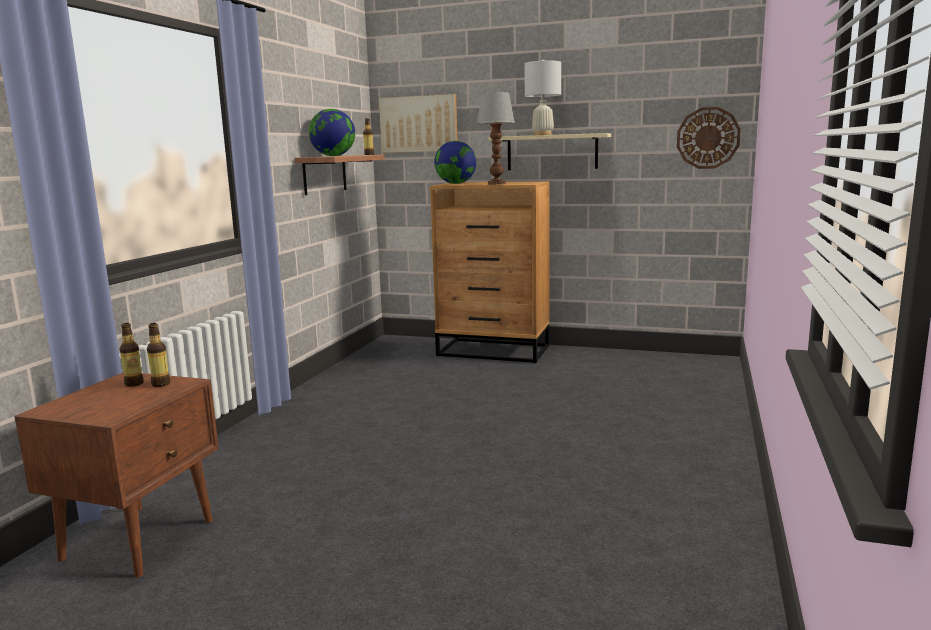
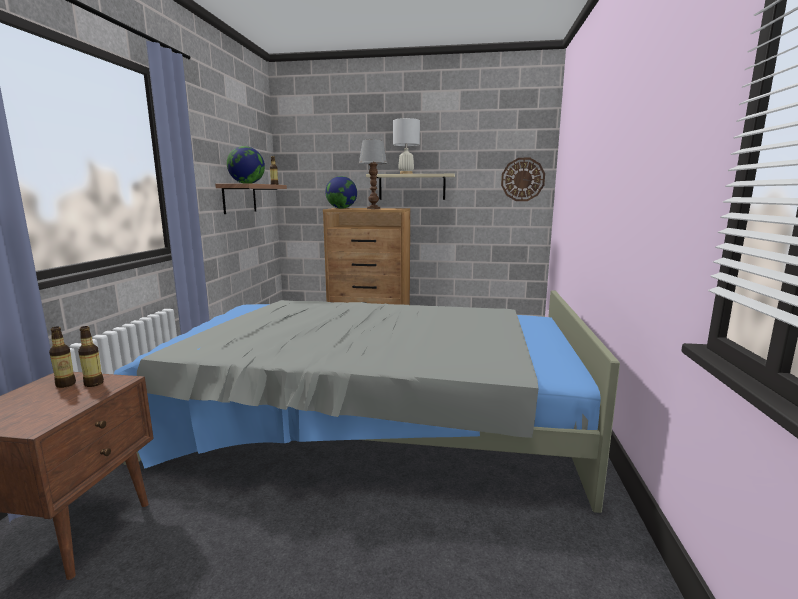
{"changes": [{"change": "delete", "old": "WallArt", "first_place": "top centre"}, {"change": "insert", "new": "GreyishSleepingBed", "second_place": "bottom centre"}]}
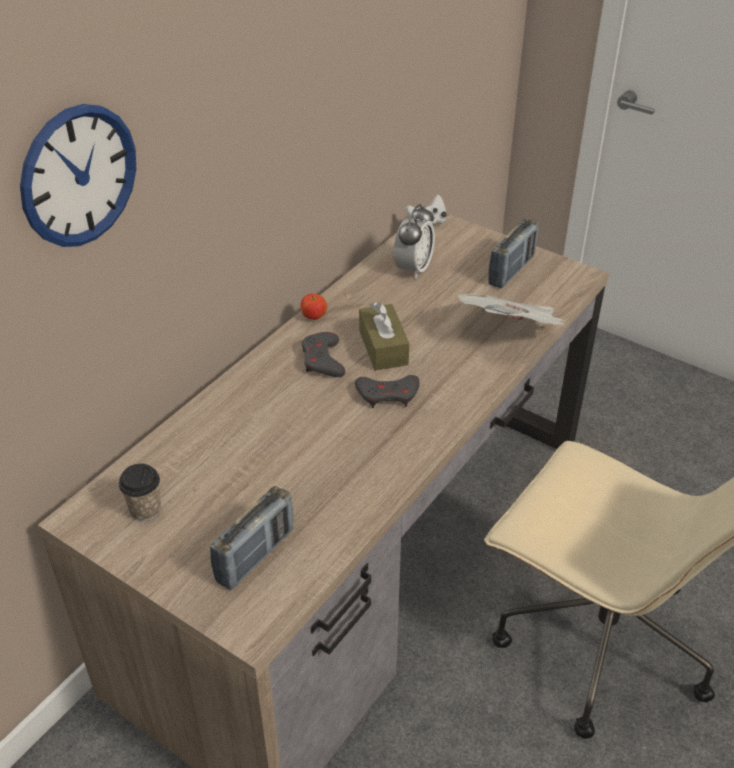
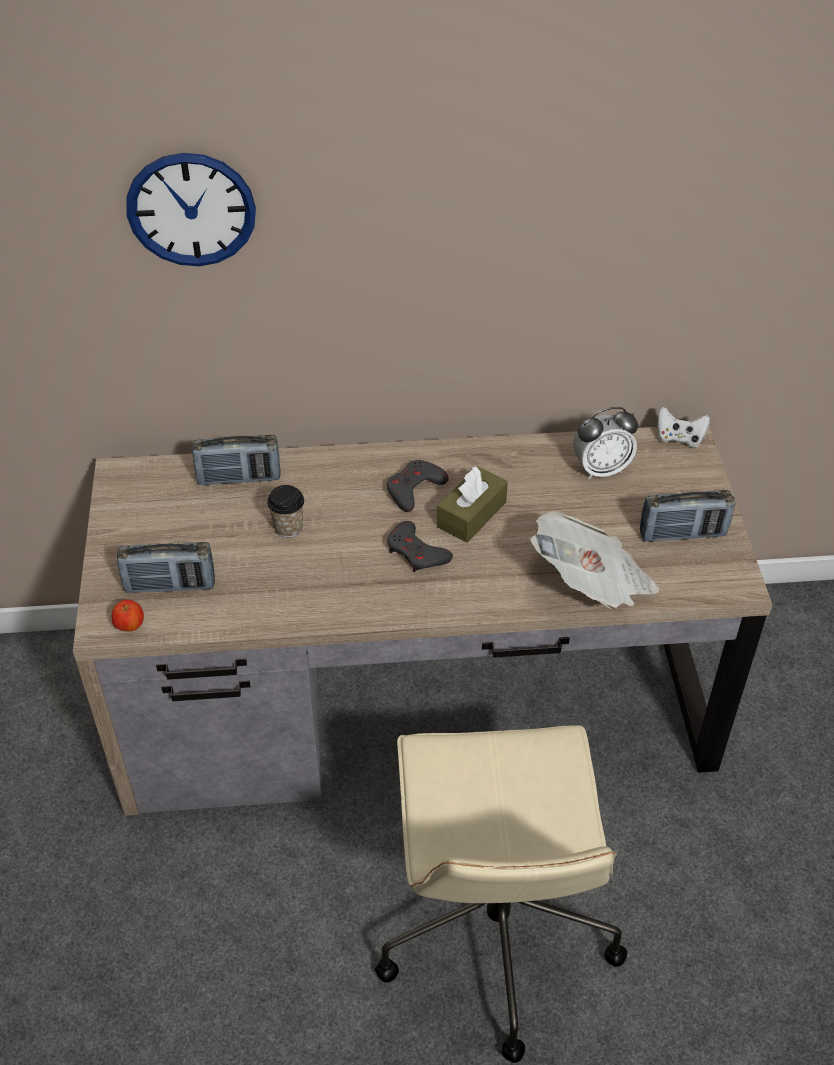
{"changes": [{"change": "insert", "new": "RadioSet (2nd from left)", "second_place": "middle left"}, {"change": "move", "old": "Cup", "first_place": "middle left", "second_place": "centre"}, {"change": "move", "old": "WholeApple", "first_place": "centre", "second_place": "middle left"}]}
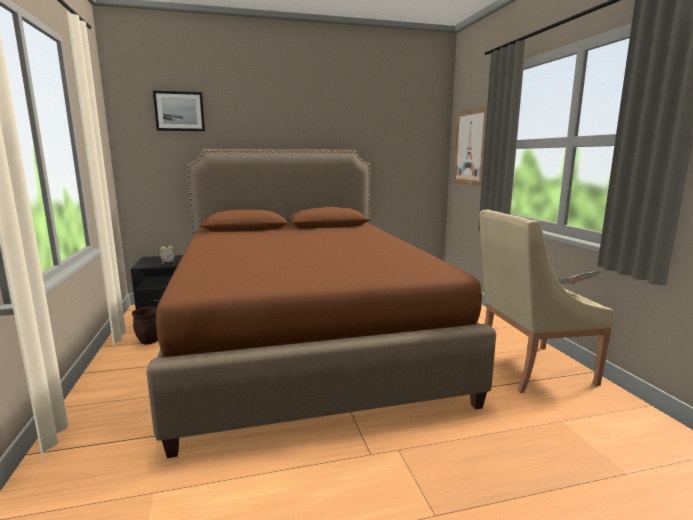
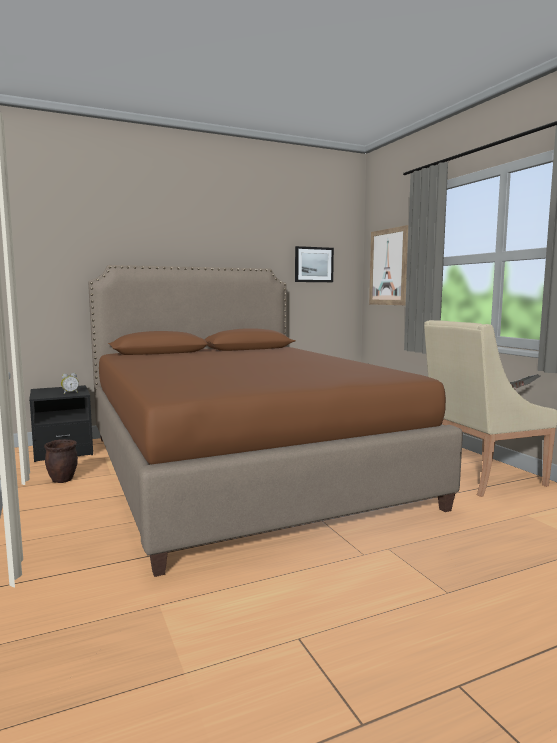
{"changes": [{"change": "move", "old": "WallArt (1st from left)", "first_place": "top left", "second_place": "centre"}]}
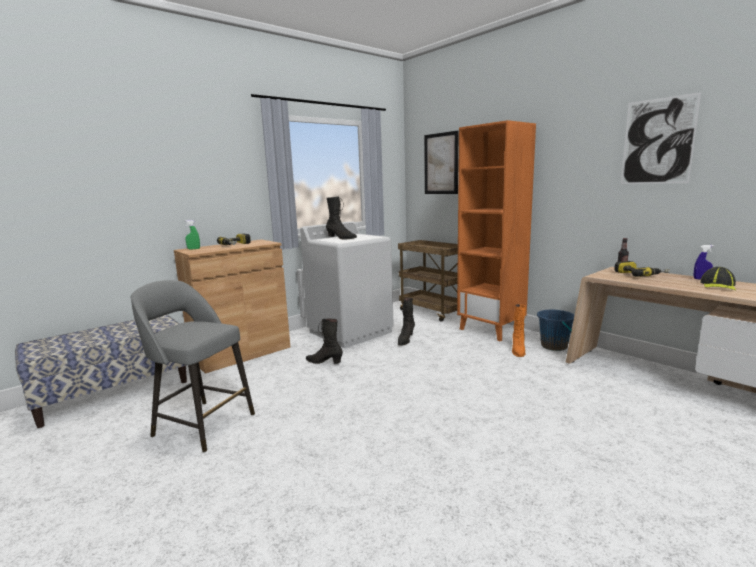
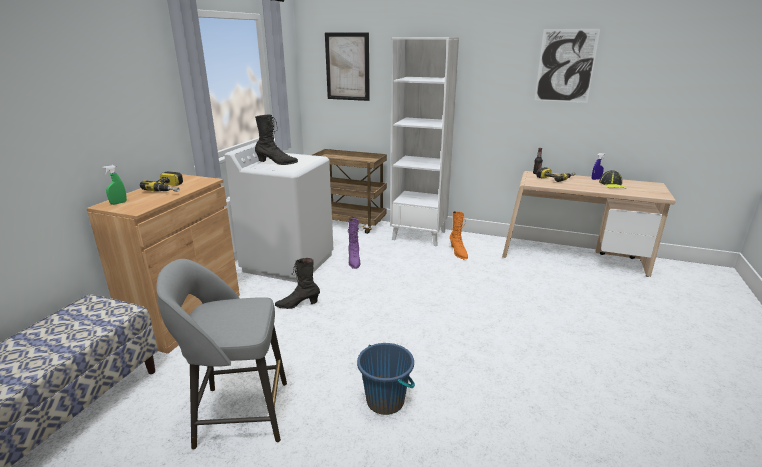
{"changes": [{"change": "move", "old": "BlueColouredBucket", "first_place": "middle right", "second_place": "bottom centre"}, {"change": "recolor", "old": "BlackishTallBoot (3rd from left)", "new": "PurpleColouredTallBoot", "first_place": "centre", "second_place": "centre"}, {"change": "recolor", "old": "OrangeColouredBookcase", "new": "WhiteBookcase", "first_place": "centre", "second_place": "top centre"}]}
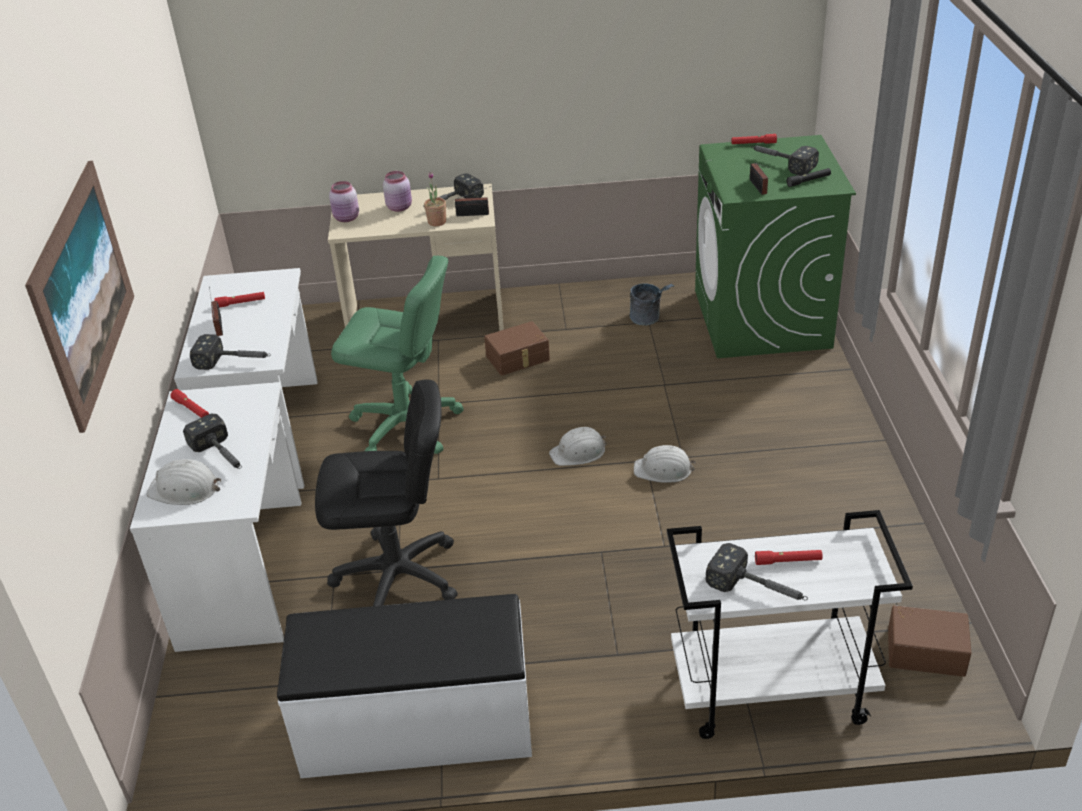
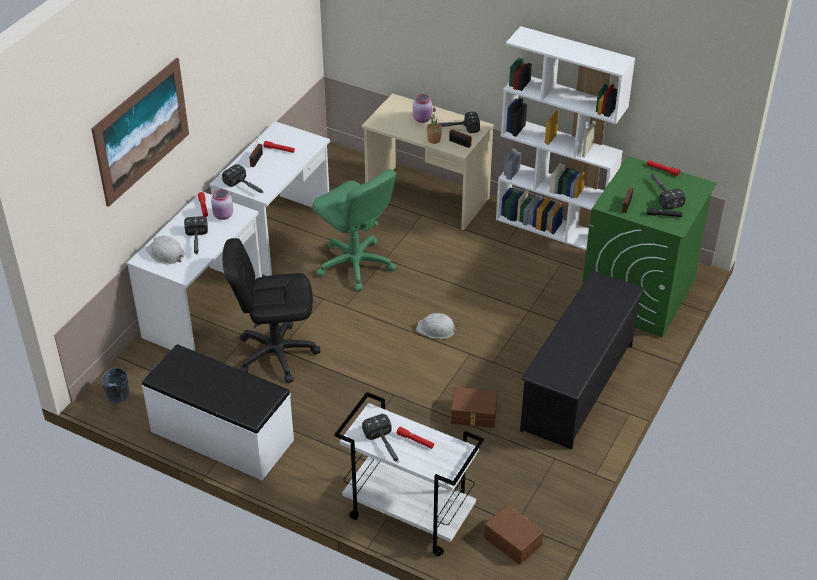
{"changes": [{"change": "delete", "old": "WhiteHardHat (3rd from left)", "first_place": "centre"}, {"change": "insert", "new": "WhiteBookcase", "second_place": "top right"}, {"change": "insert", "new": "BlackishShoeShelf", "second_place": "middle right"}, {"change": "move", "old": "PinkishJar (1st from left)", "first_place": "top left", "second_place": "middle left"}, {"change": "move", "old": "BrownishStorageContainer (1st from left)", "first_place": "centre", "second_place": "bottom centre"}, {"change": "move", "old": "GreyishBucket", "first_place": "centre", "second_place": "middle left"}, {"change": "rotate", "old": "BlackishOfficeChair", "first_place": "centre", "second_place": "middle left", "degrees": 150}]}
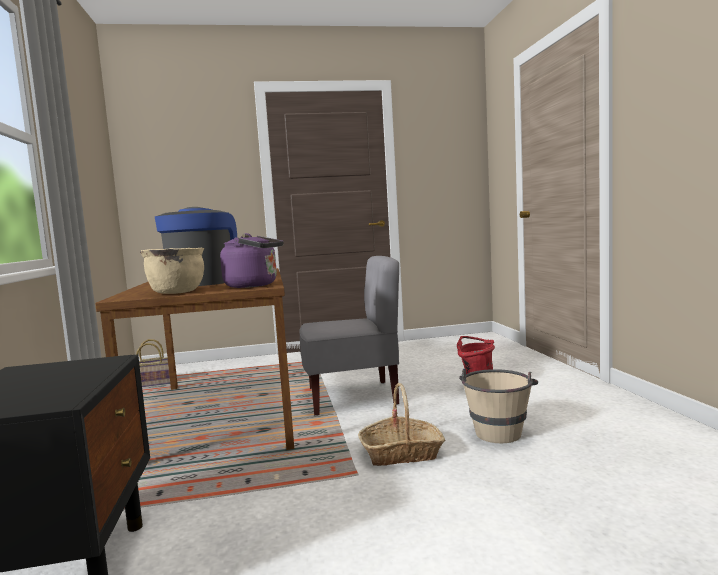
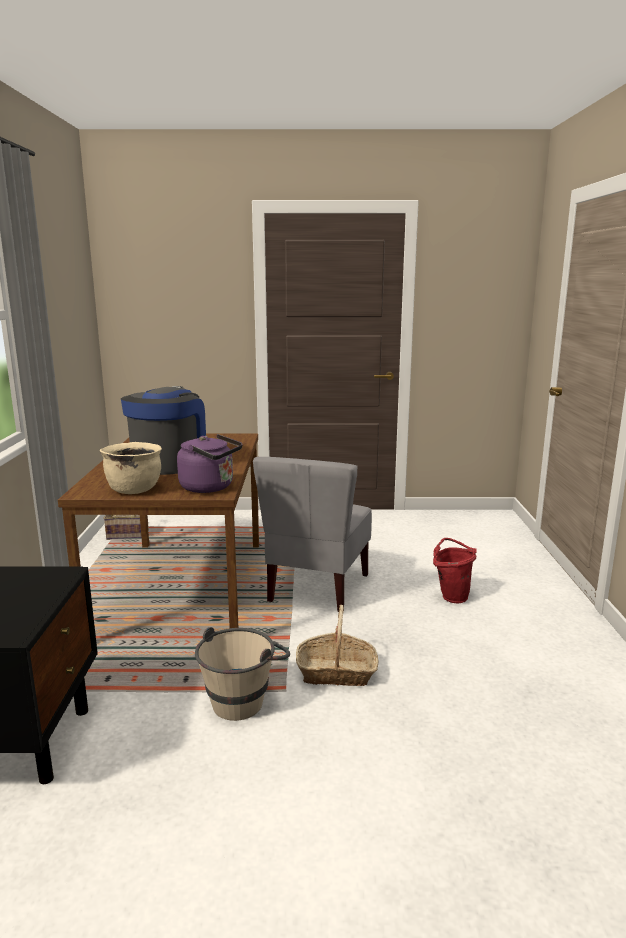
{"changes": [{"change": "move", "old": "BeigeBucket", "first_place": "bottom right", "second_place": "bottom centre"}, {"change": "rotate", "old": "GreyishChair", "first_place": "centre", "second_place": "centre", "degrees": 105}]}
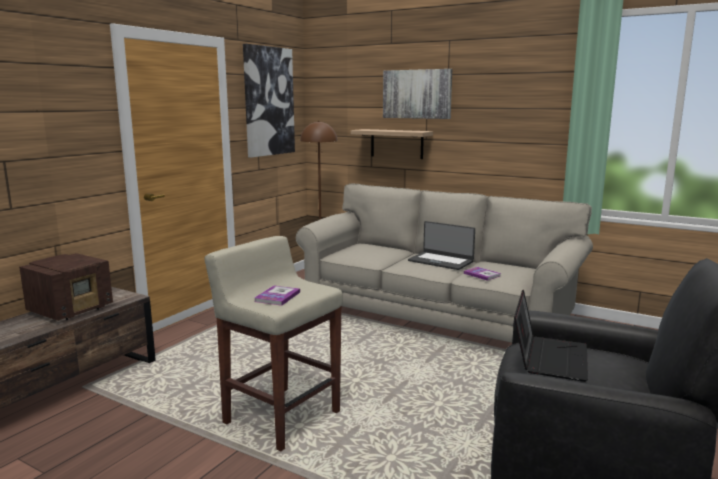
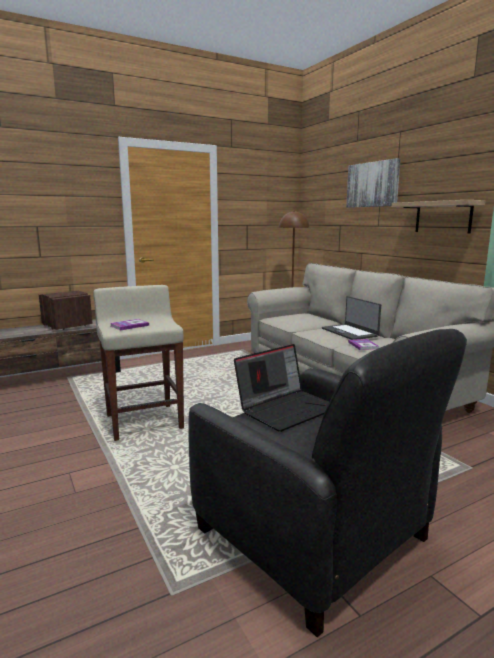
{"changes": [{"change": "delete", "old": "WallArt (1st from left)", "first_place": "top centre"}, {"change": "move", "old": "WallShelf", "first_place": "top centre", "second_place": "top right"}, {"change": "rotate", "old": "RadioSet", "first_place": "middle left", "second_place": "middle left", "degrees": -105}]}
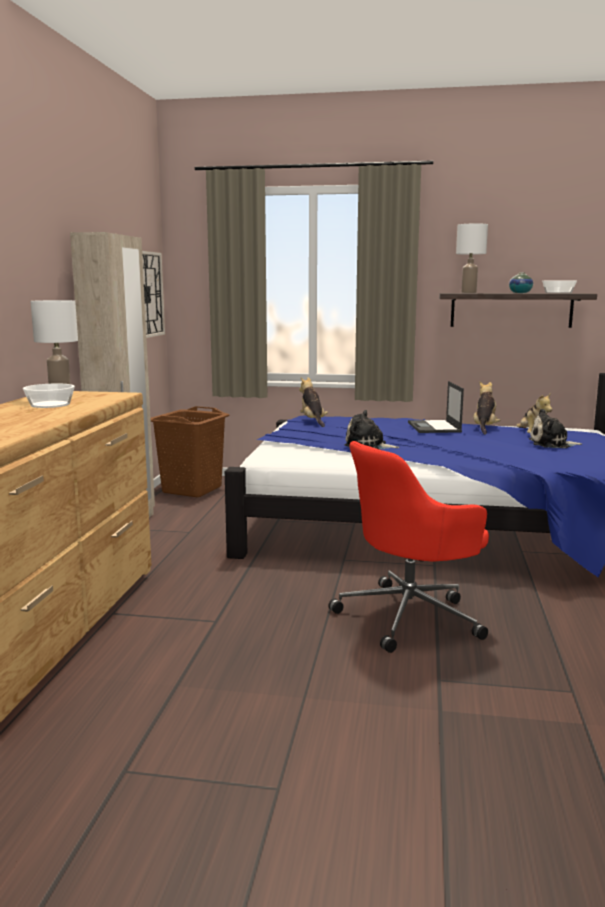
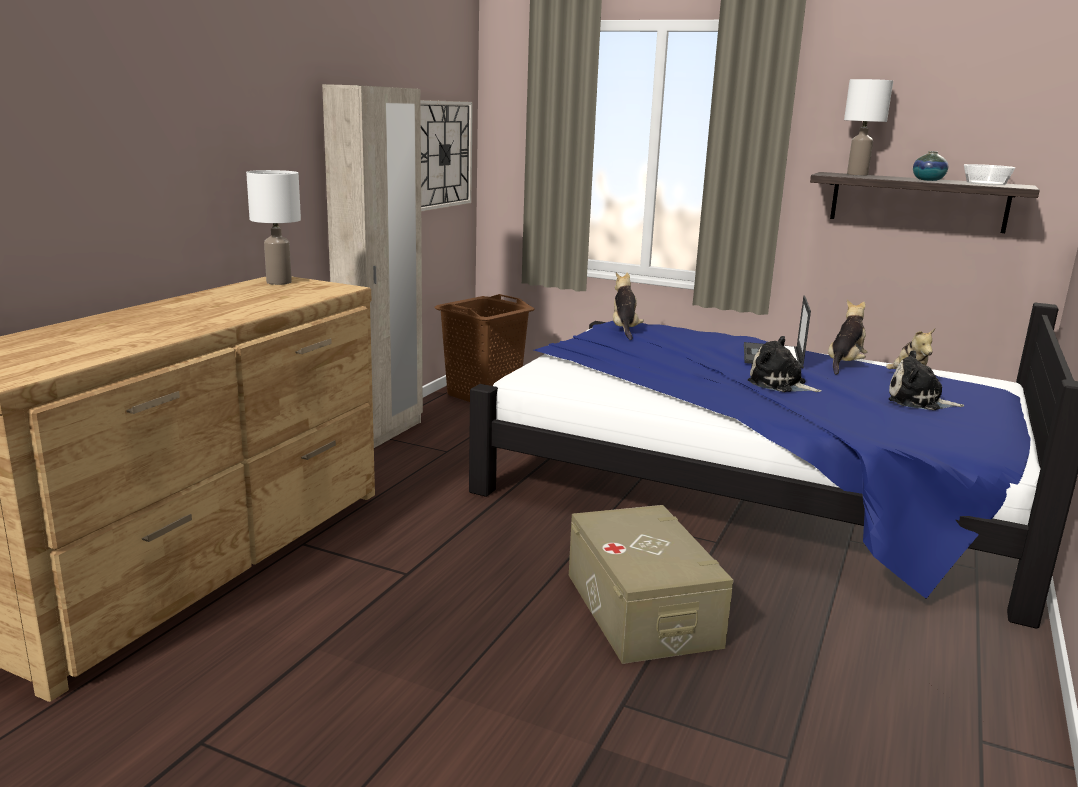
{"changes": [{"change": "delete", "old": "Bowl (1st from left)", "first_place": "middle left"}, {"change": "move", "old": "SoftToy (2nd from left)", "first_place": "centre", "second_place": "middle right"}, {"change": "replace", "old": "RedOfficeChair", "new": "BeigeStorageContainer", "first_place": "middle right", "second_place": "bottom centre"}]}
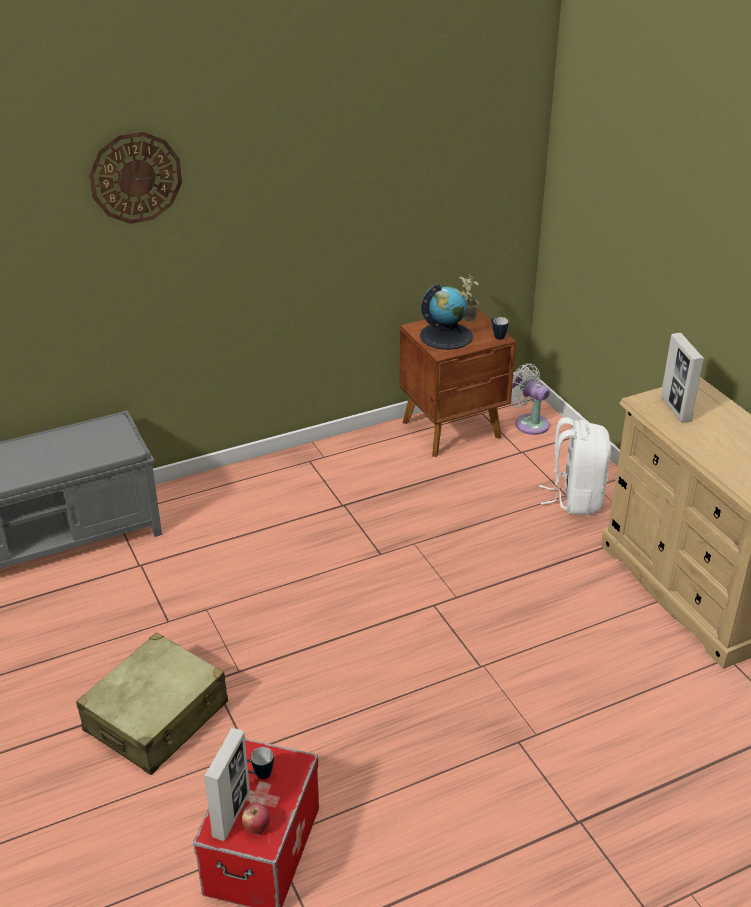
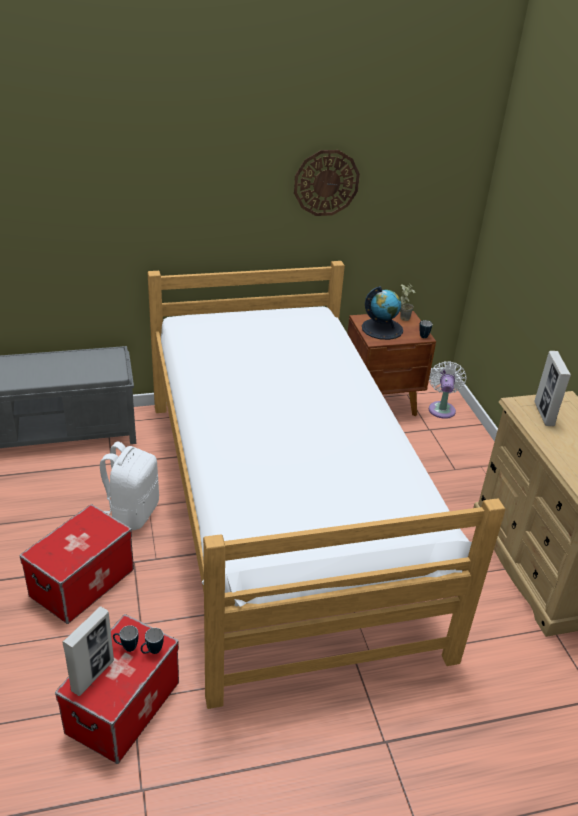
{"changes": [{"change": "delete", "old": "WholeApple", "first_place": "bottom centre"}, {"change": "insert", "new": "Mug (2nd from left)", "second_place": "bottom left"}, {"change": "insert", "new": "SleepingBed", "second_place": "centre"}, {"change": "move", "old": "WallClock", "first_place": "top left", "second_place": "top centre"}, {"change": "move", "old": "WhiteKnapsack", "first_place": "middle right", "second_place": "middle left"}, {"change": "replace", "old": "BeigeTravelCase", "new": "StorageContainer (1st from left)", "first_place": "bottom left", "second_place": "bottom left"}, {"change": "rotate", "old": "WhiteElectricFan", "first_place": "middle right", "second_place": "middle right", "degrees": 45}]}
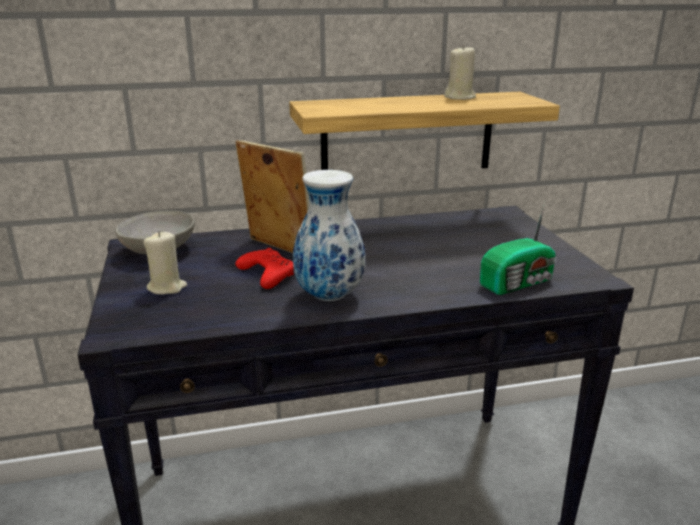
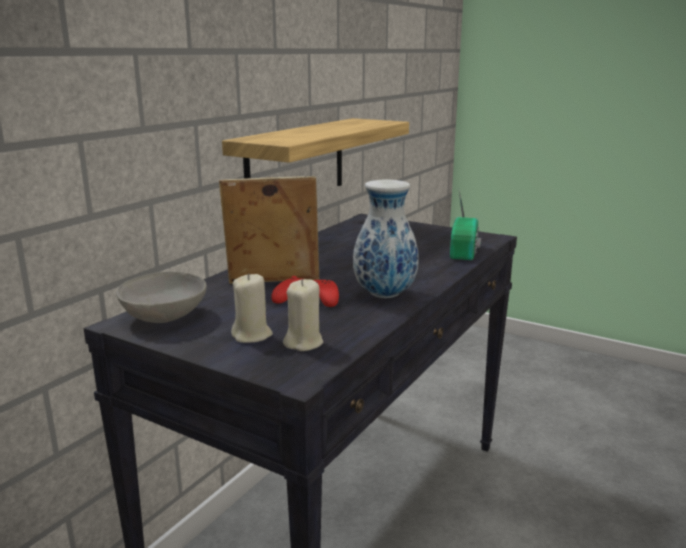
{"changes": [{"change": "move", "old": "BeigeCandle (2nd from left)", "first_place": "top centre", "second_place": "centre"}]}
